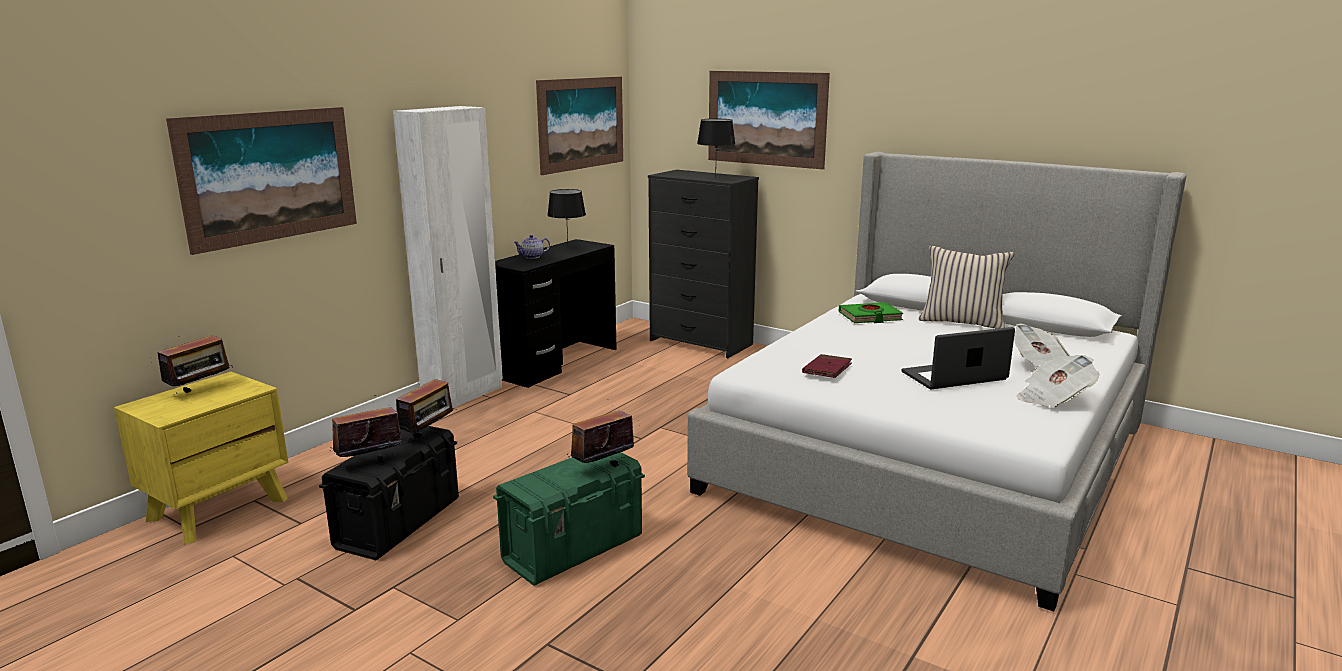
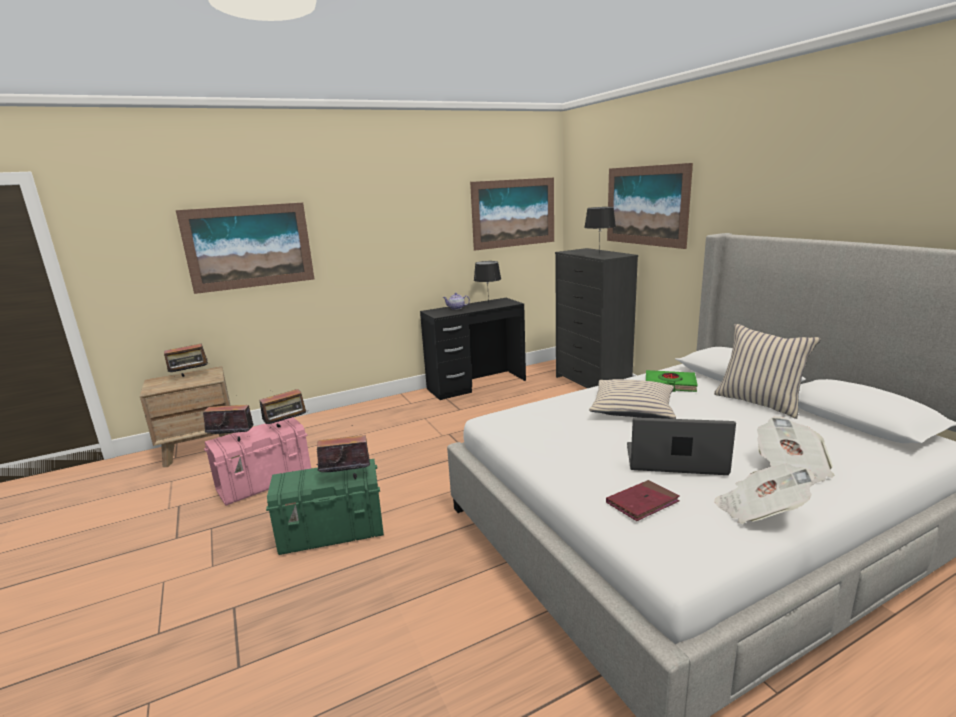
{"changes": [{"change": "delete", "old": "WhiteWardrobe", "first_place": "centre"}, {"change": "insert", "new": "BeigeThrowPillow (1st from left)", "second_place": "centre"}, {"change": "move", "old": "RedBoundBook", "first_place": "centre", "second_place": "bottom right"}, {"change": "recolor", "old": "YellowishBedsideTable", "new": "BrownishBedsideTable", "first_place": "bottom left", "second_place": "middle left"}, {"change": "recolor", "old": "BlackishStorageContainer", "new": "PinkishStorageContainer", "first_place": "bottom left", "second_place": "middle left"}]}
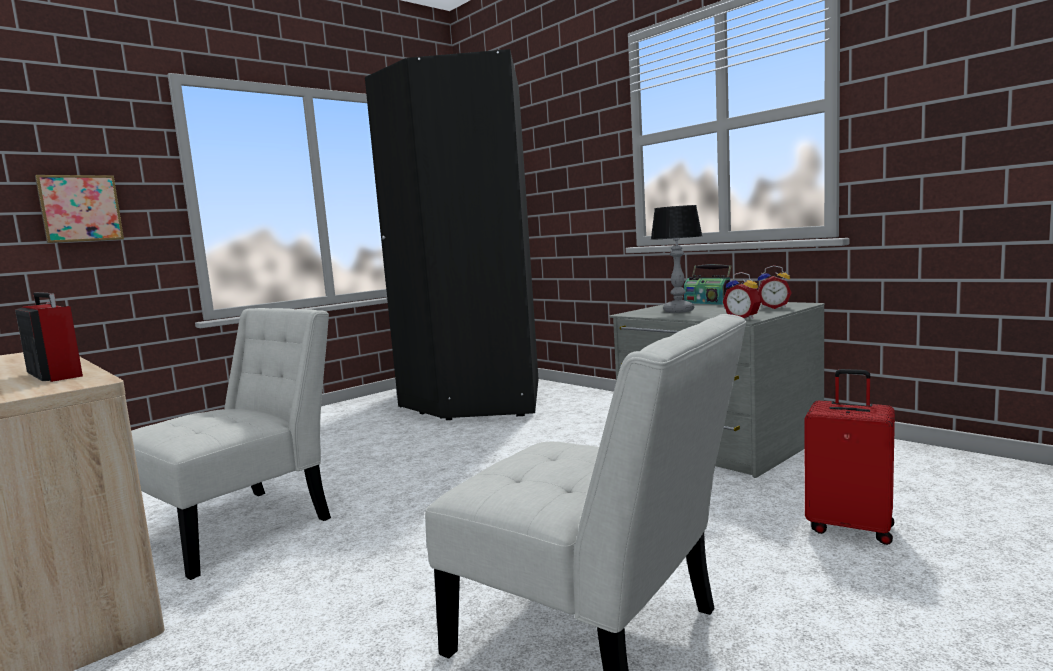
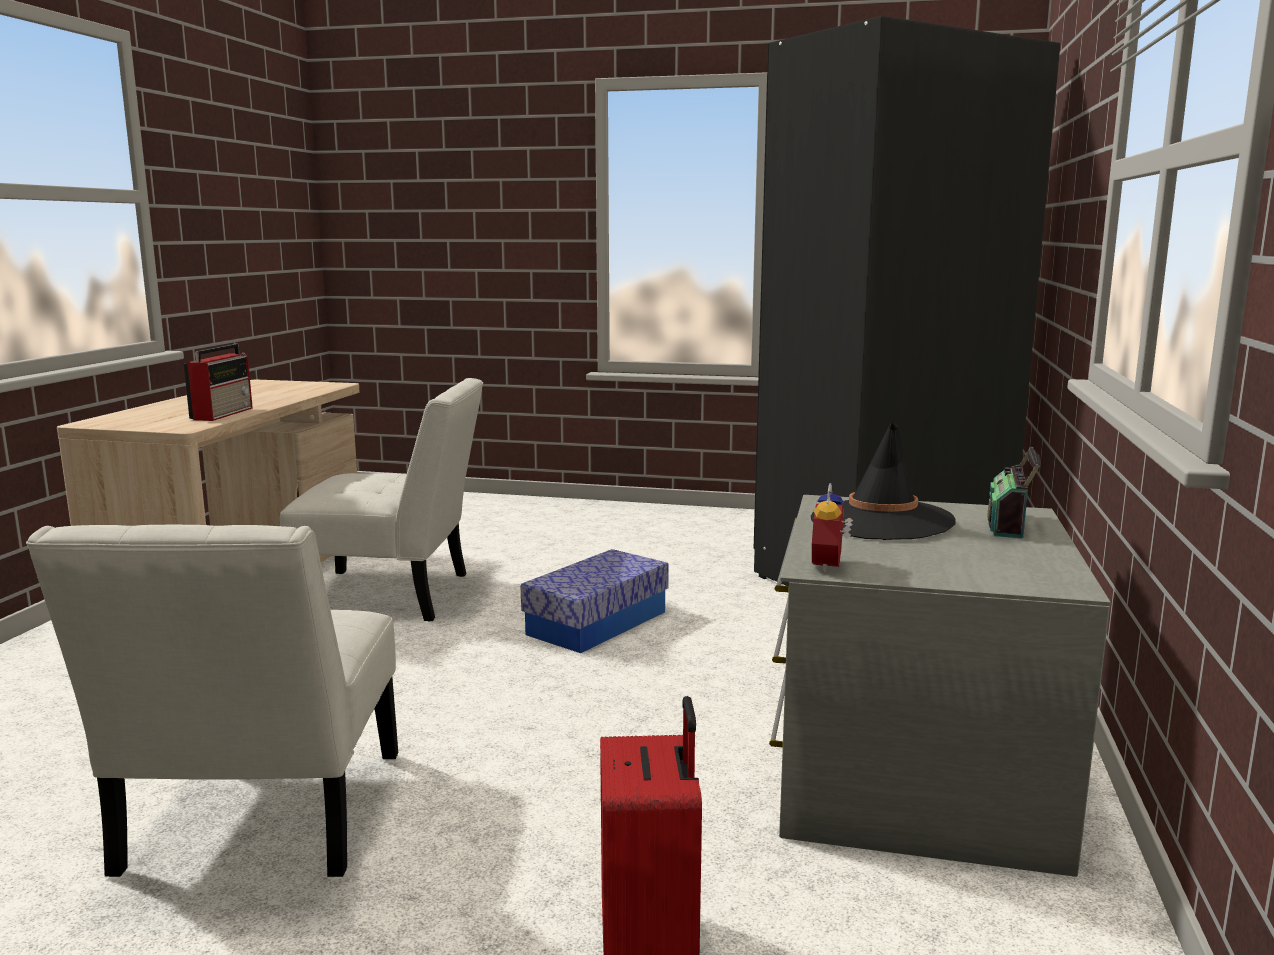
{"changes": [{"change": "delete", "old": "WallArt", "first_place": "top left"}, {"change": "delete", "old": "BedsideClock (2nd from left)", "first_place": "middle right"}, {"change": "insert", "new": "StorageContainer", "second_place": "centre"}, {"change": "replace", "old": "TabletopLamp", "new": "BlackishClothingHat", "first_place": "centre", "second_place": "middle right"}]}
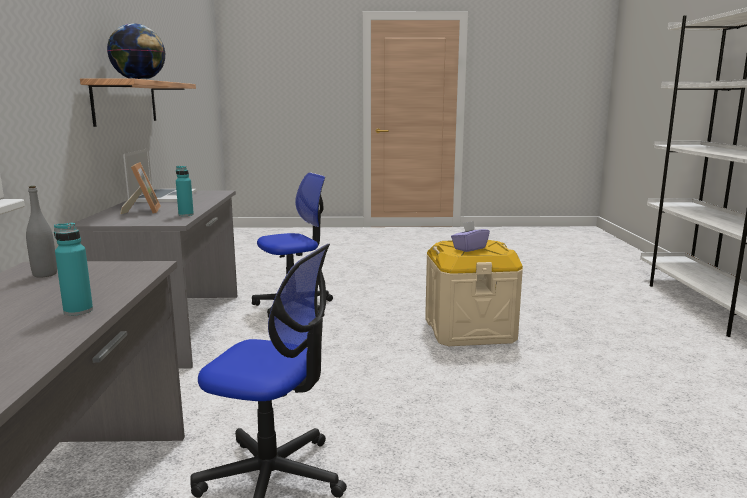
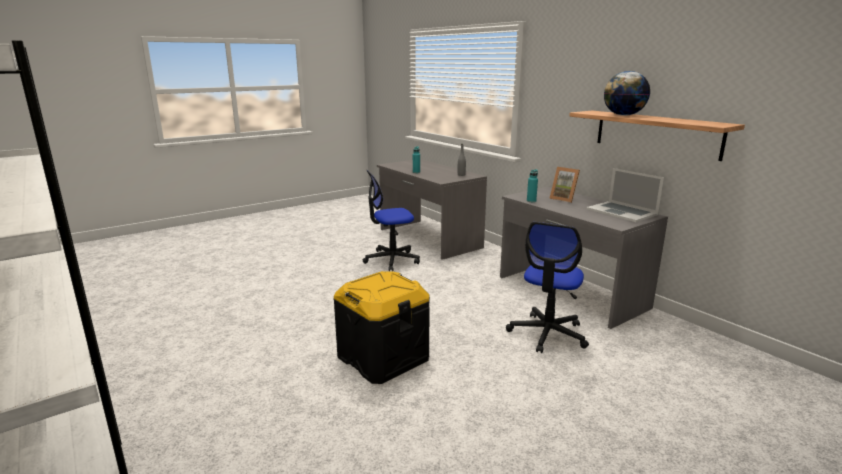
{"changes": [{"change": "delete", "old": "PurpleColouredTissueHolder", "first_place": "centre"}, {"change": "recolor", "old": "BeigeStorageContainer", "new": "BlackishStorageContainer", "first_place": "centre", "second_place": "bottom centre"}]}
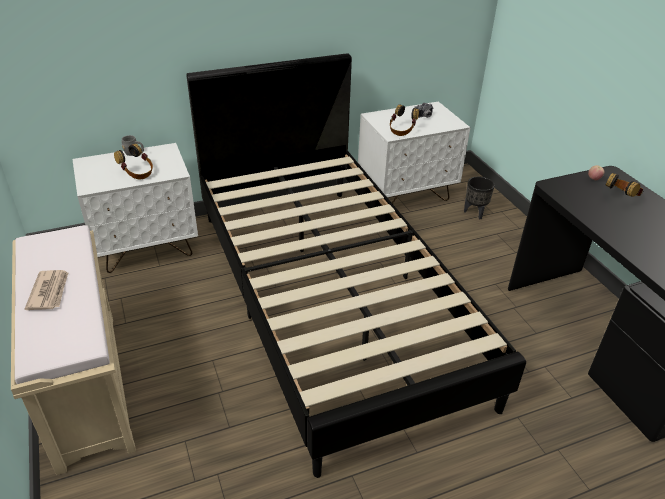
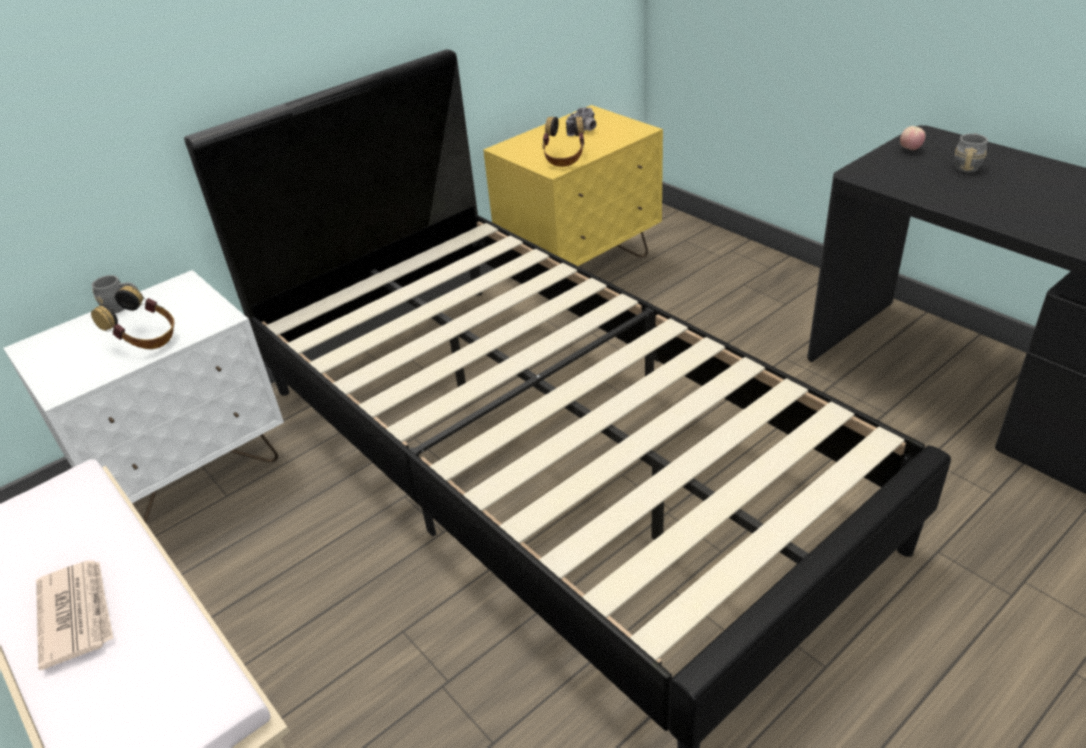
{"changes": [{"change": "delete", "old": "BlackishFlowerPot", "first_place": "middle right"}, {"change": "replace", "old": "Headset (3rd from left)", "new": "GreyishMug (2nd from left)", "first_place": "middle right", "second_place": "top right"}, {"change": "recolor", "old": "WhiteBedsideTable (2nd from left)", "new": "YellowishBedsideTable", "first_place": "top centre", "second_place": "top centre"}]}
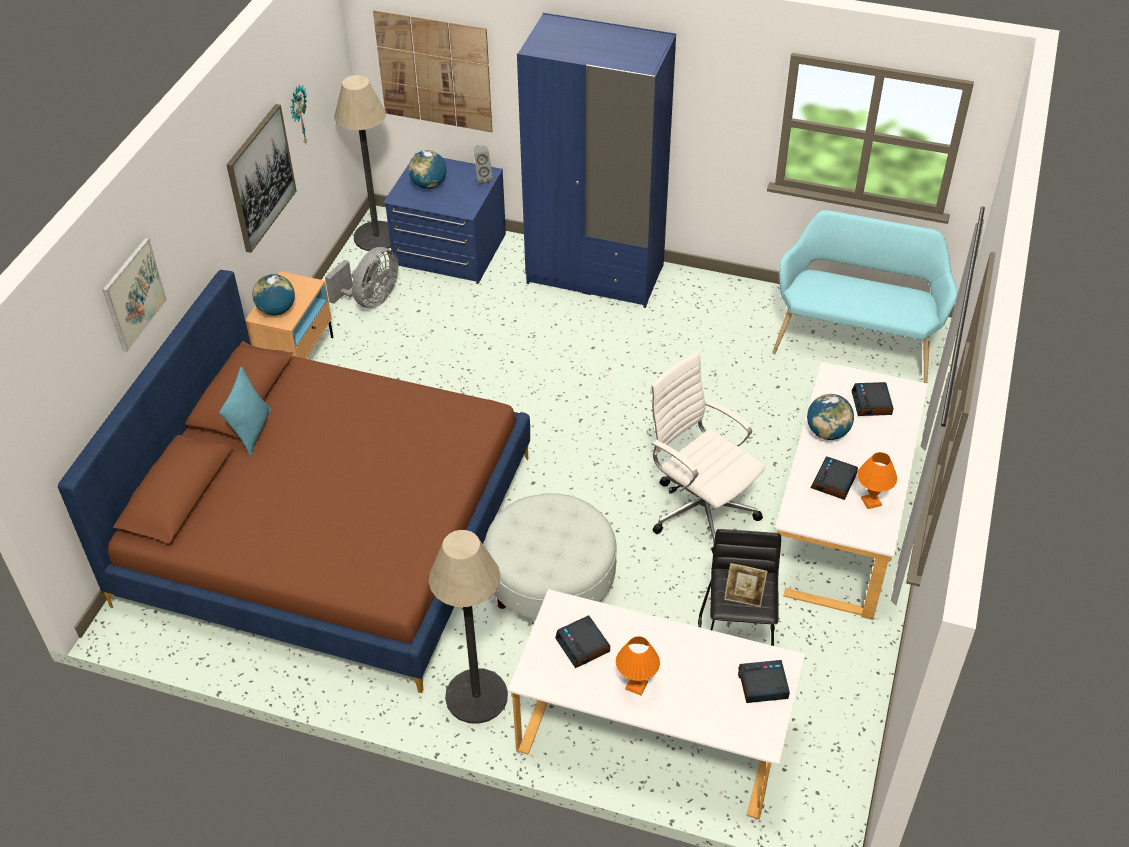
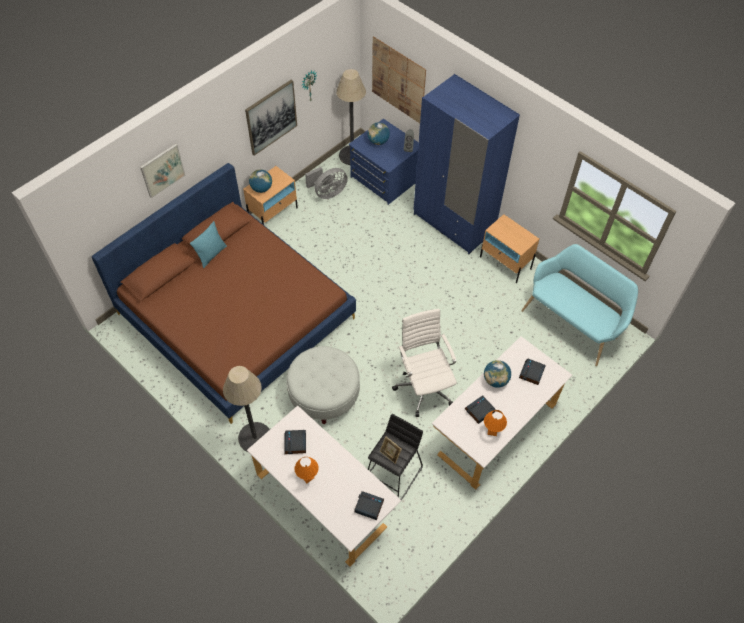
{"changes": [{"change": "insert", "new": "BeigeBedsideTable (2nd from left)", "second_place": "middle right"}]}
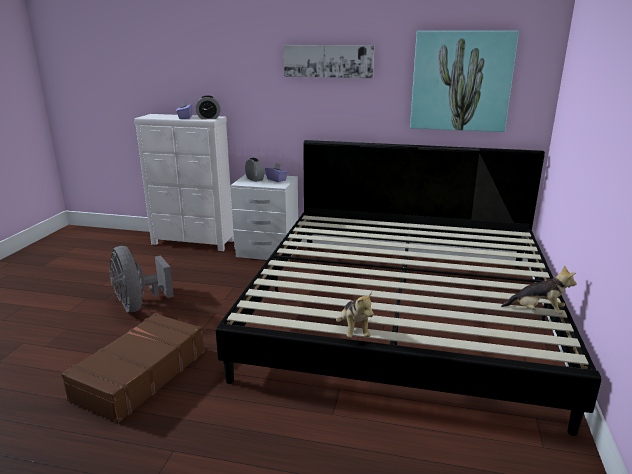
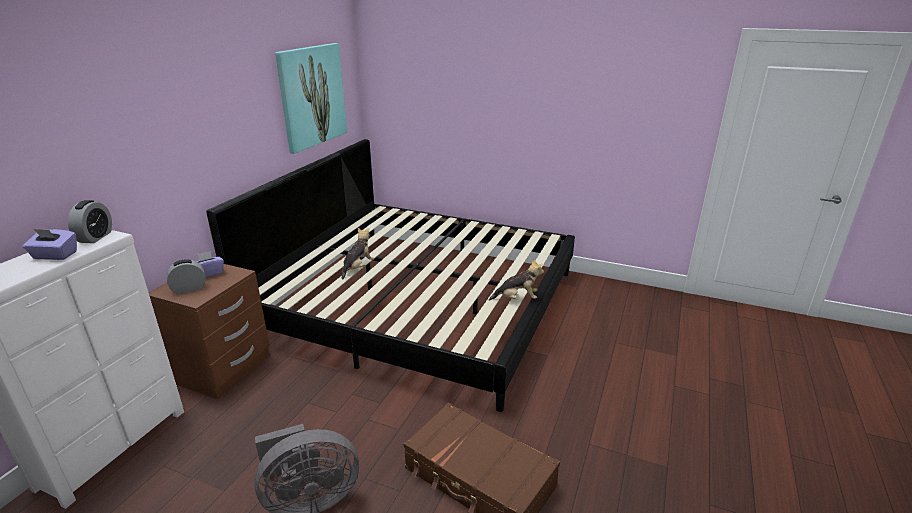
{"changes": [{"change": "delete", "old": "WallArt (1st from left)", "first_place": "top centre"}, {"change": "move", "old": "SoftToy (2nd from left in the first image)", "new": "SoftToy (1st from left)", "first_place": "middle right", "second_place": "centre"}, {"change": "recolor", "old": "WhiteBedsideTable", "new": "BrownishBedsideTable", "first_place": "centre", "second_place": "middle left"}]}
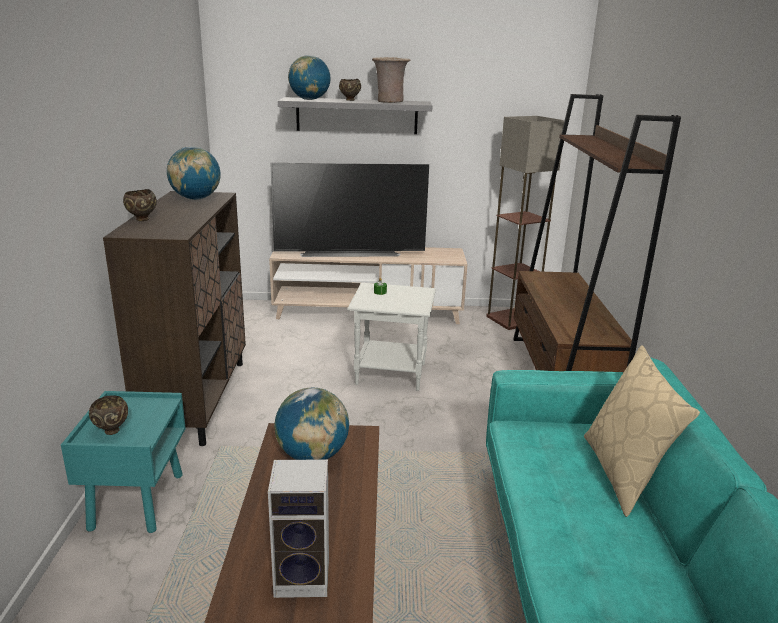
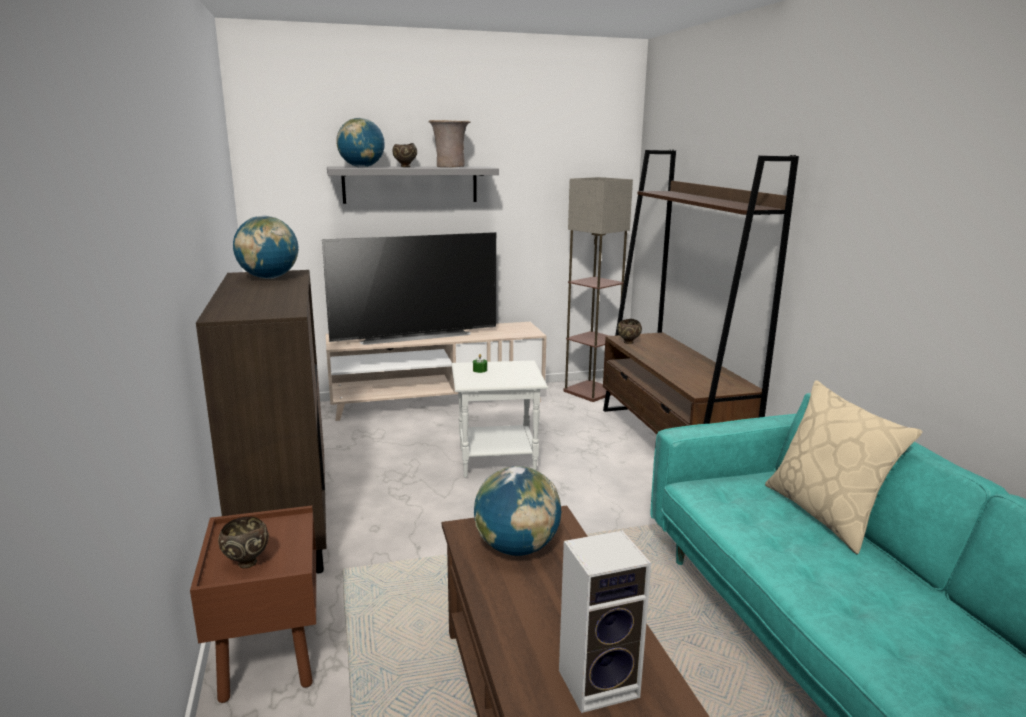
{"changes": [{"change": "move", "old": "BrownishBowl (2nd from left in the first image)", "new": "BrownishBowl (3rd from left)", "first_place": "top left", "second_place": "centre"}, {"change": "recolor", "old": "BlueGreenBedsideTable", "new": "BrownishBedsideTable", "first_place": "bottom left", "second_place": "bottom left"}]}
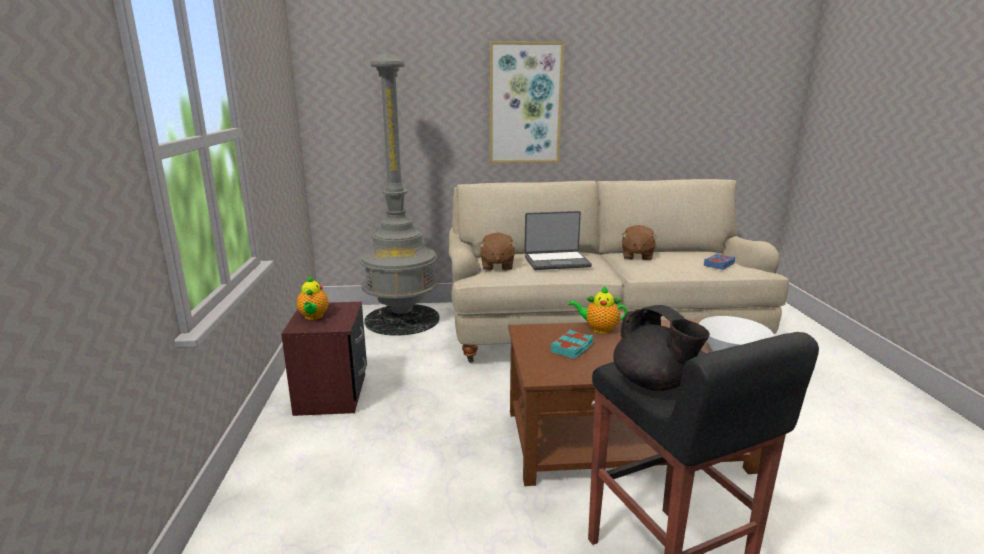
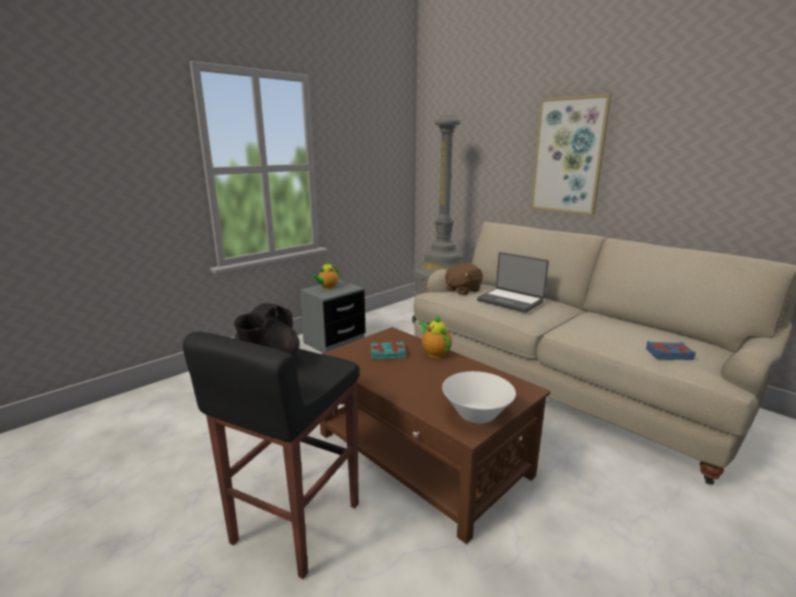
{"changes": [{"change": "delete", "old": "BrownishSoftToy (2nd from left)", "first_place": "centre"}, {"change": "recolor", "old": "BrownishBedsideTable", "new": "GreyishBedsideTable", "first_place": "middle left", "second_place": "centre"}]}
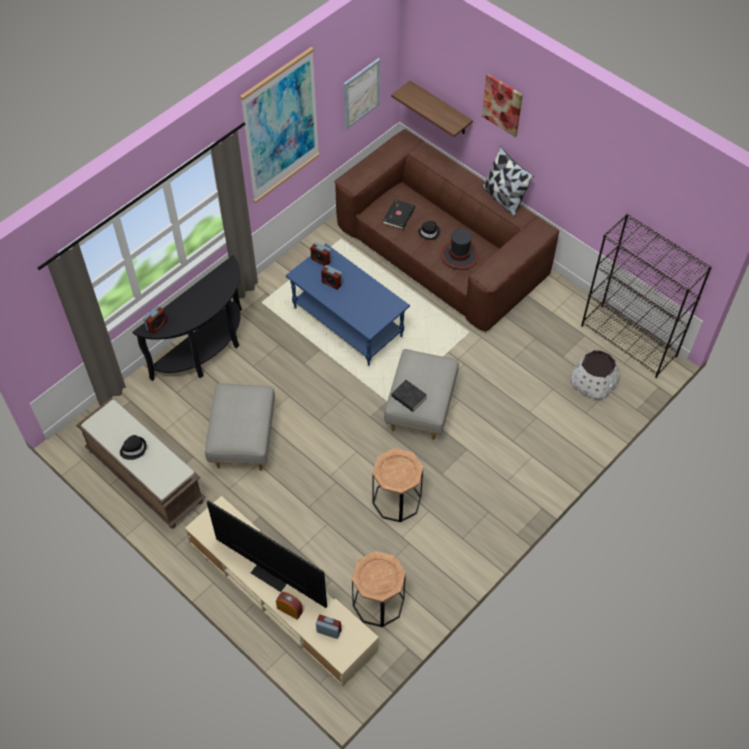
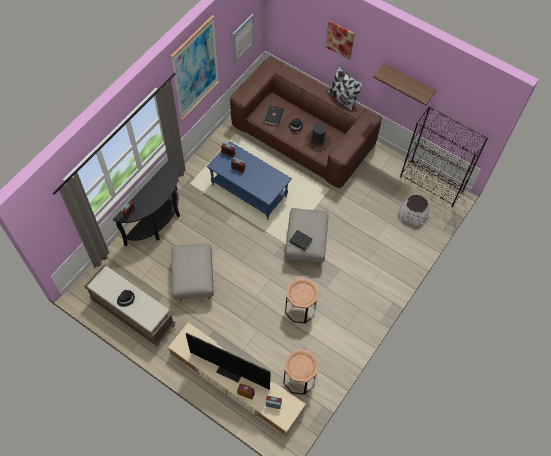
{"changes": [{"change": "move", "old": "WallShelf", "first_place": "top centre", "second_place": "top right"}]}
